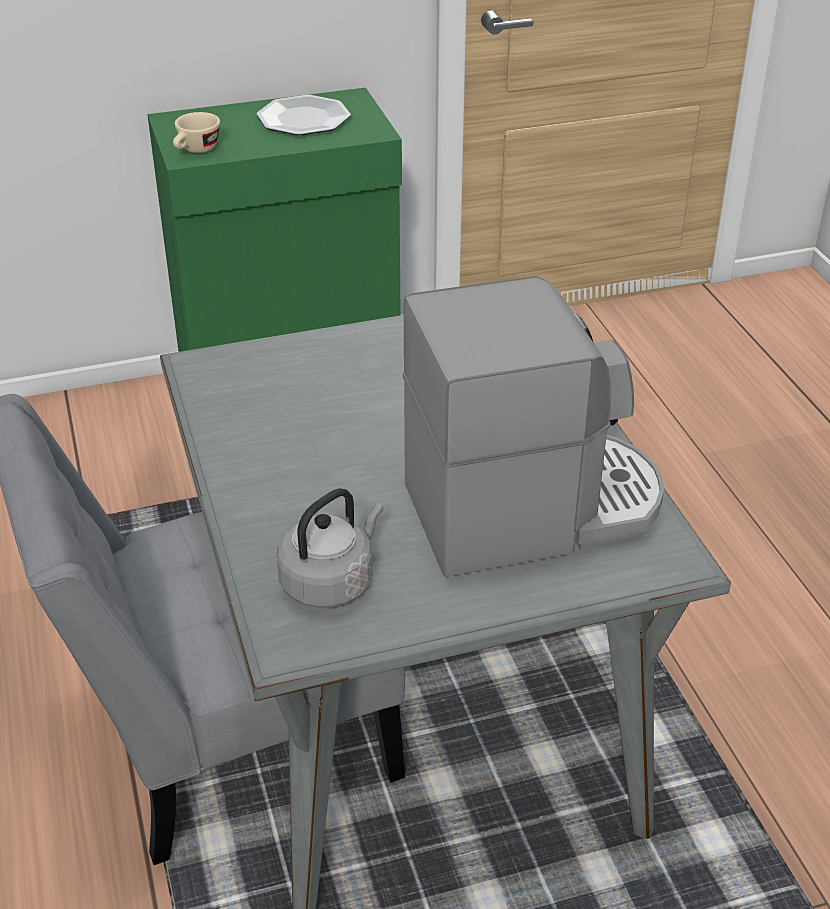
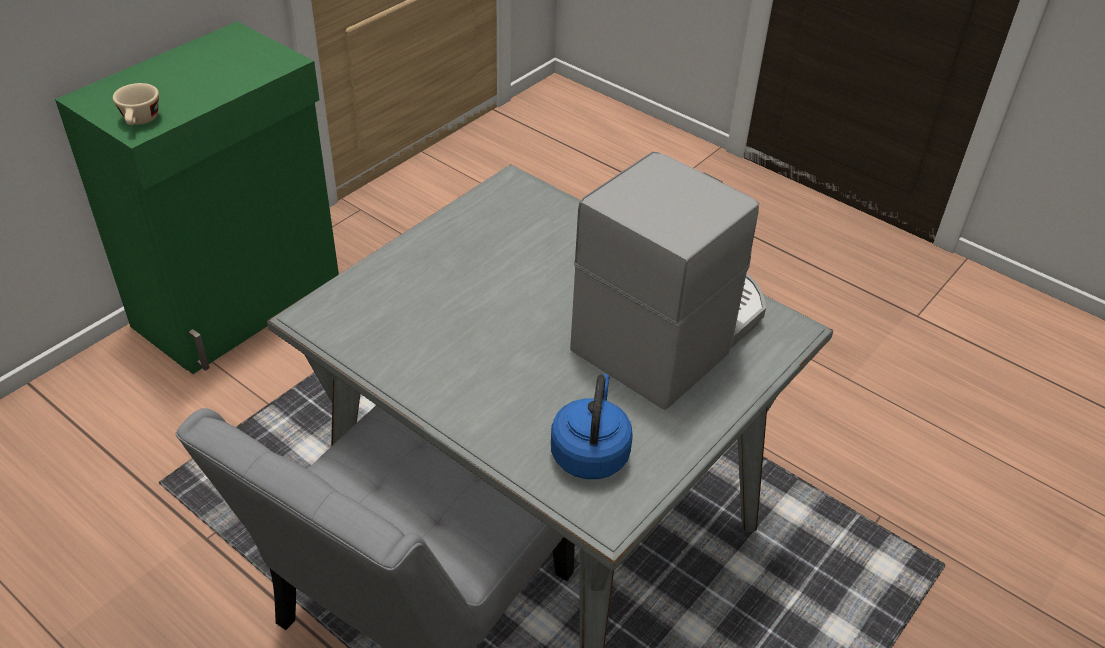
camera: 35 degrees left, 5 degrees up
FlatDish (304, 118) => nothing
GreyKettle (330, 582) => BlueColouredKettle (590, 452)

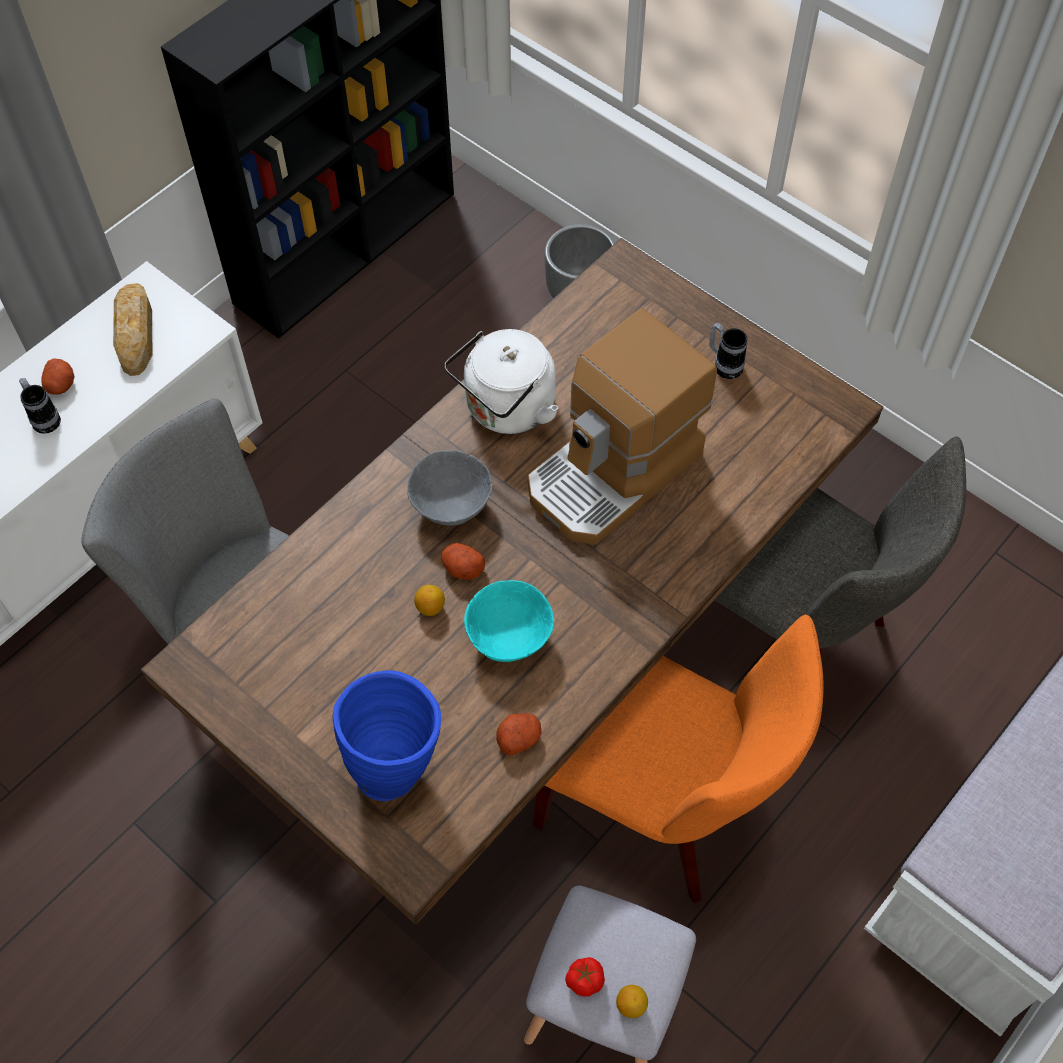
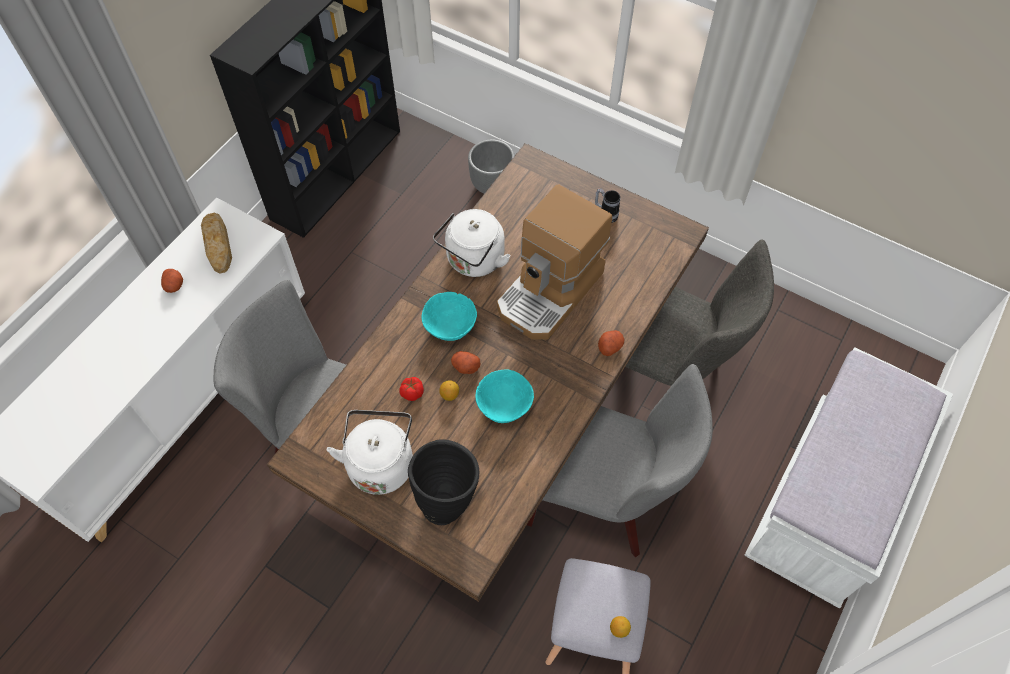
camera: 10 degrees left, 0 degrees up
TeaMug (44, 418) => nothing
GreyBowl (451, 505) => TurquoiseBowl (450, 327)
OrangeyUprightChair (663, 805) => GreyUprightChair (604, 498)
BlueColouredDecorativeVase (396, 763) => BlackishDecorativeVase (447, 499)
Spud (518, 737) => Spud (610, 346), move
Tomato (584, 980) => Tomato (412, 393), move
nothing => WhitishKettle (380, 462)

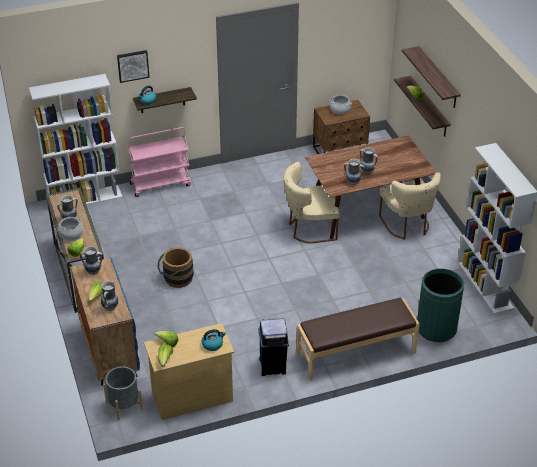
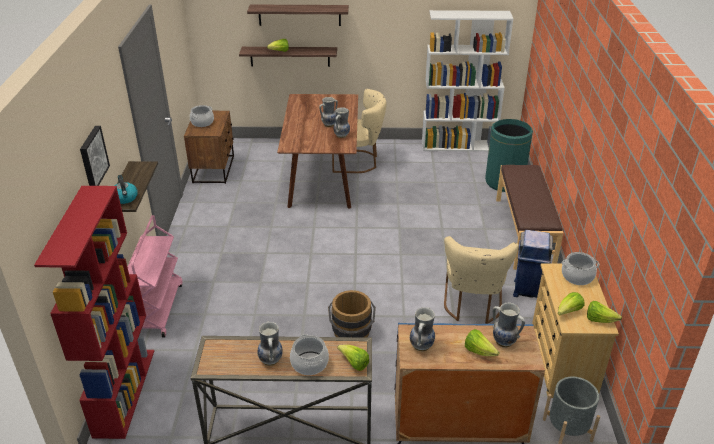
camera: 70 degrees left, 5 degrees down
WhitishBookshelf (85, 198) => RedColouredBookshelf (124, 391)
SandColouredUprightChair (309, 229) => SandColouredUprightChair (472, 305), move
Kettle (212, 344) => CookingPot (577, 276)

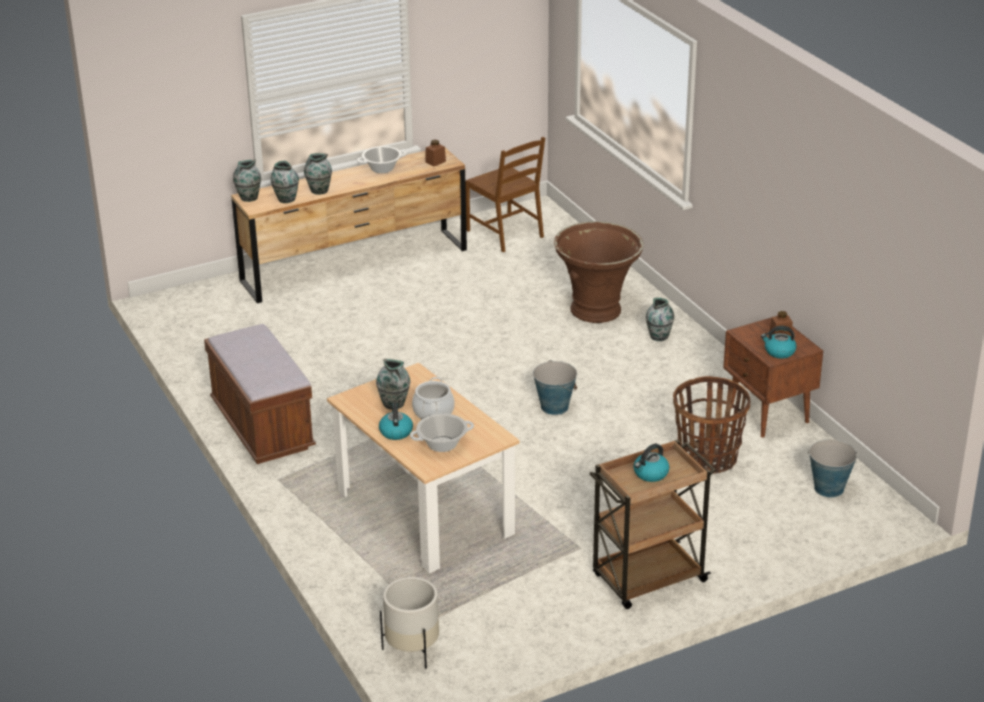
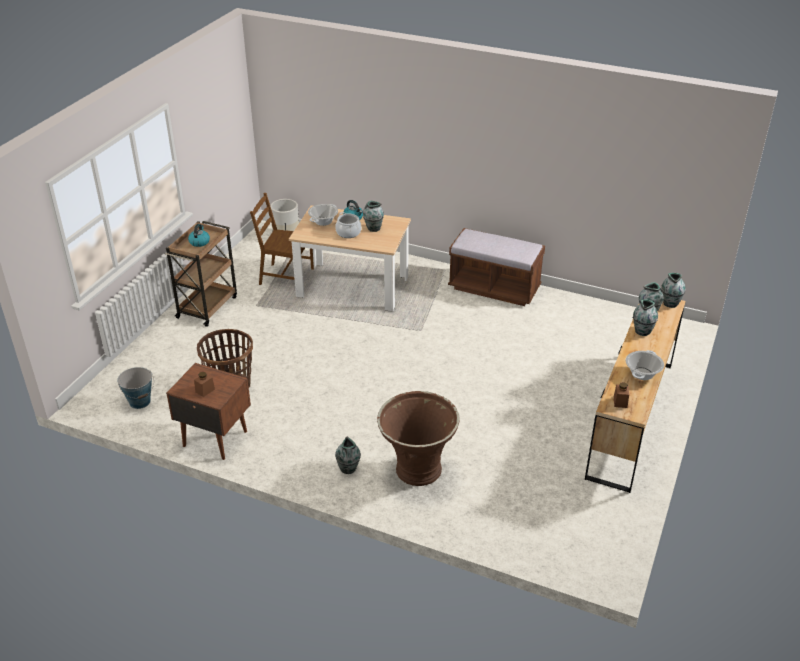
camera: 140 degrees right, 5 degrees up
BrownishUprightChair (506, 233) => BrownishUprightChair (285, 277), move
Kettle (779, 352) => nothing
Bucket (554, 407) => nothing

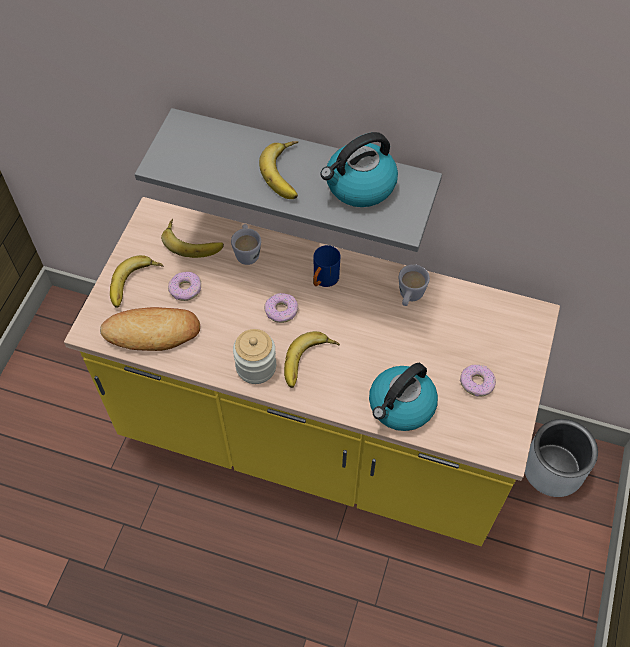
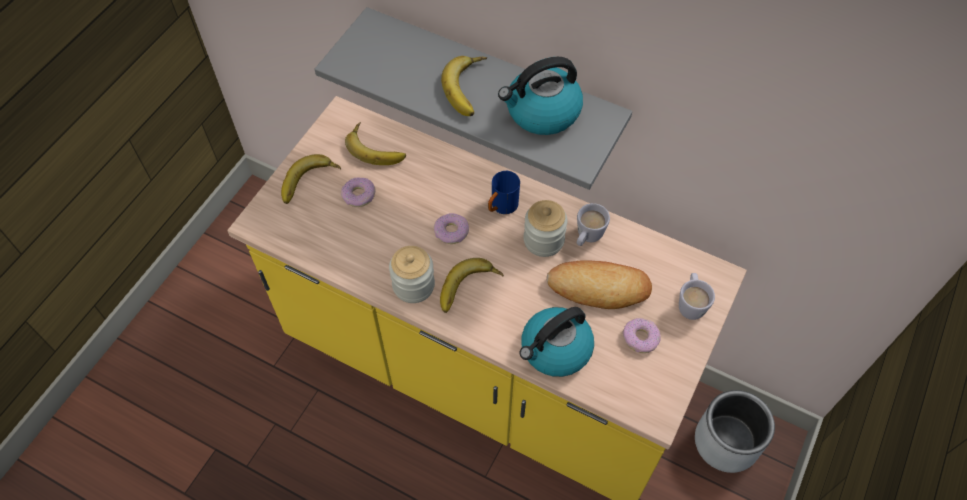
camera: 10 degrees right, 0 degrees up
WhitishTeaMug (247, 252) => WhitishTeaMug (690, 303), move
BakedBread (152, 332) => BakedBread (599, 287), move
nothing => Jar (543, 240)

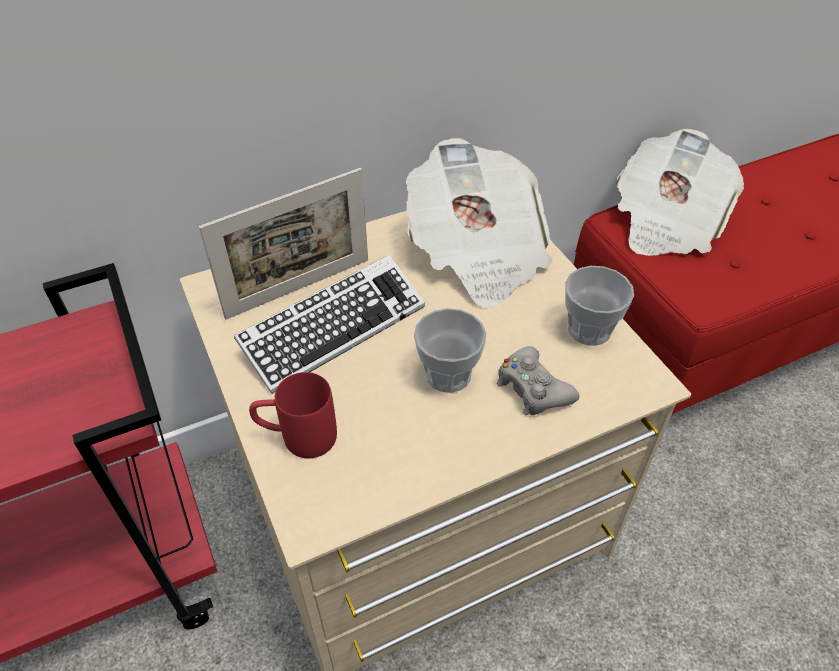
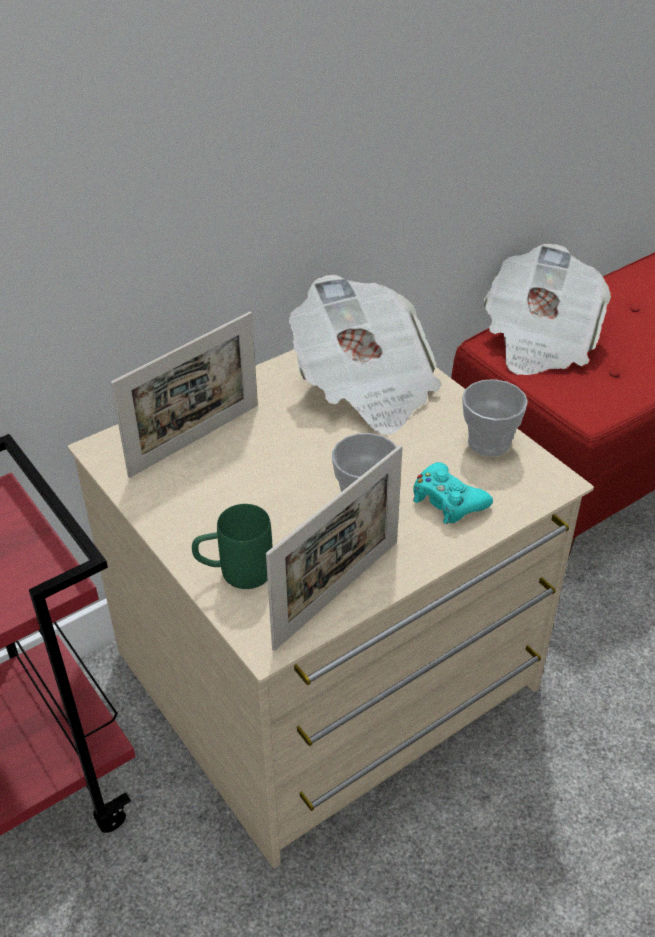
camera: 10 degrees left, 5 degrees down
Keyboard (333, 329) => nothing
GreyGamepad (533, 389) => TurquoiseGamepad (448, 501)
RedColouredTeaMug (297, 437) => GreenColouredTeaMug (234, 572)
nothing => PictureFrame (337, 593)

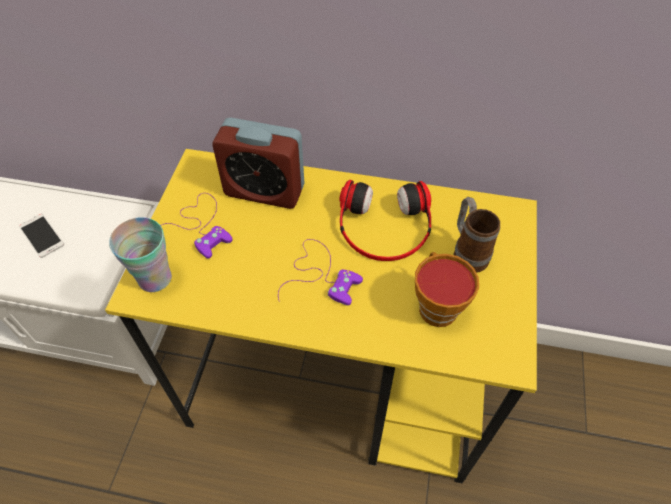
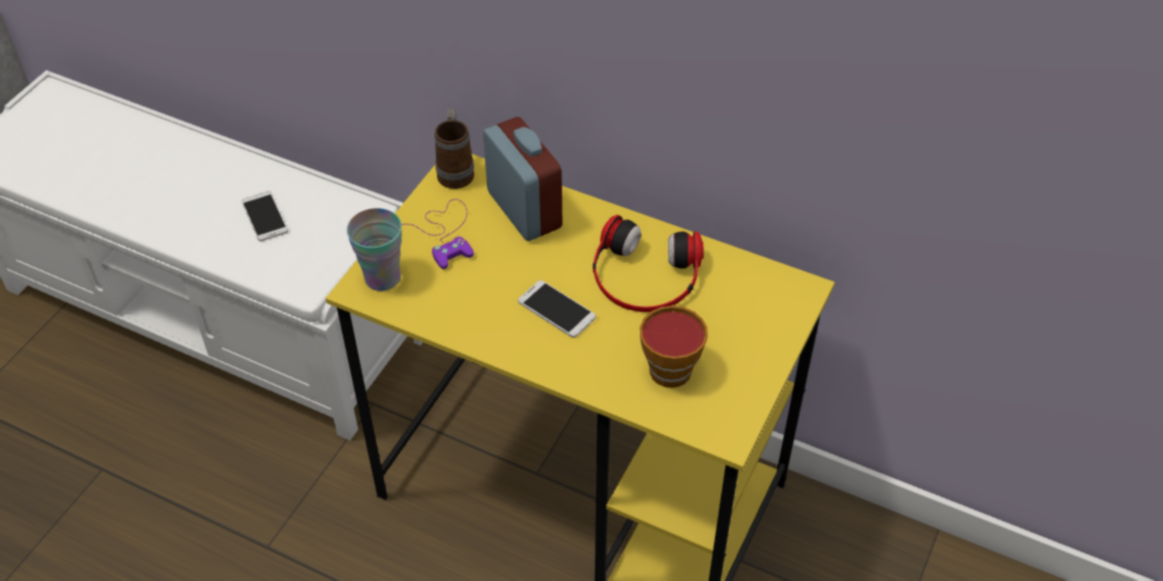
camera: 15 degrees right, 5 degrees down
TableClock (264, 190) => TableClock (524, 210), 150 degrees counterclockwise
TeaMug (467, 252) => TeaMug (456, 171), move
PurplishGamepad (320, 274) => Handset (556, 309)

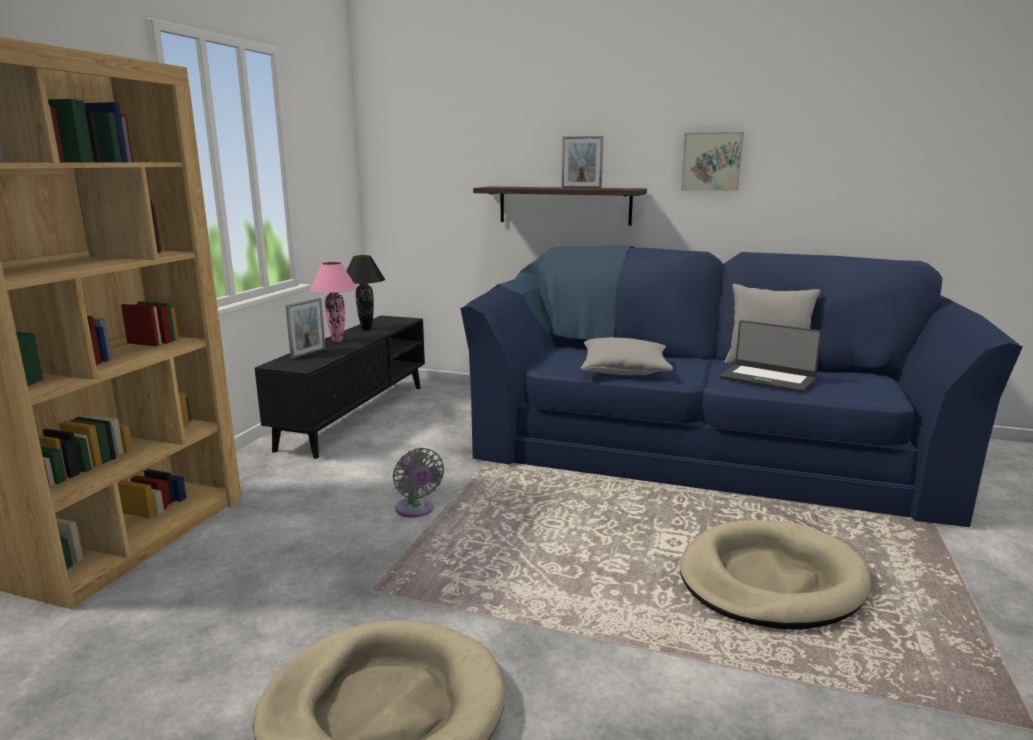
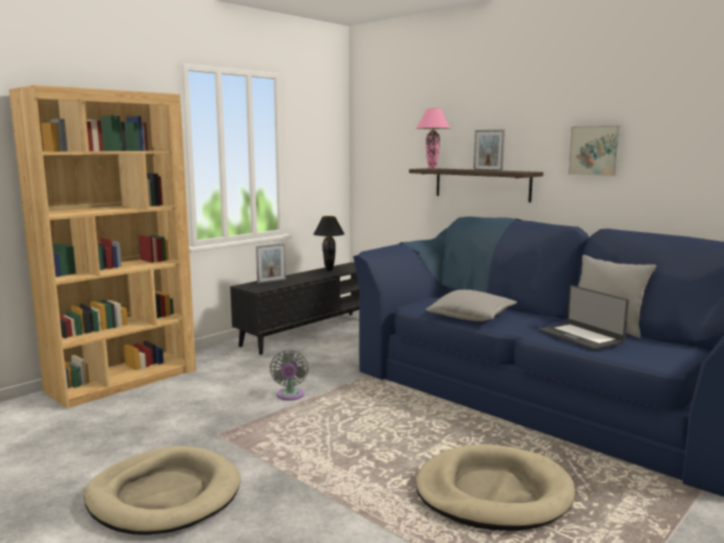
camera: 25 degrees right, 5 degrees down
PinkishLampForATable (337, 340) => PinkishLampForATable (432, 169), move

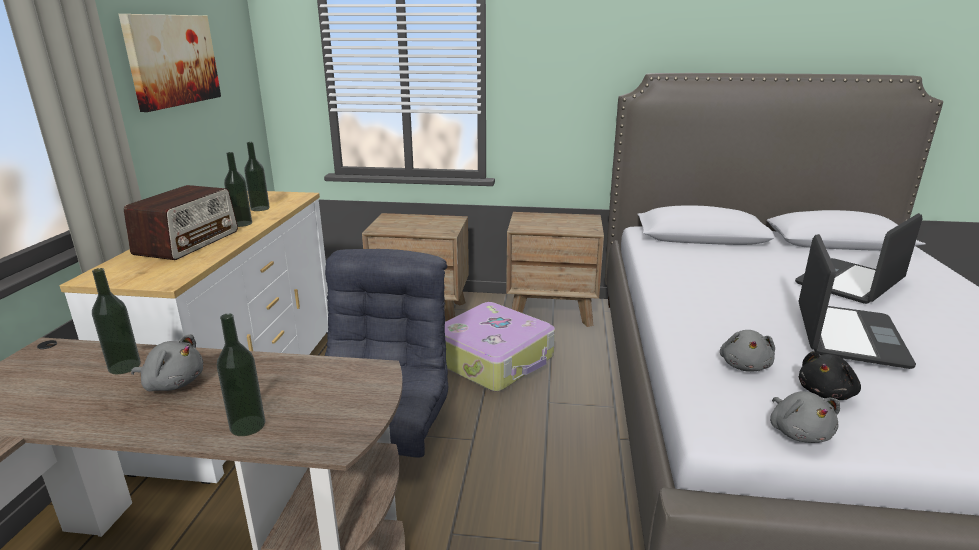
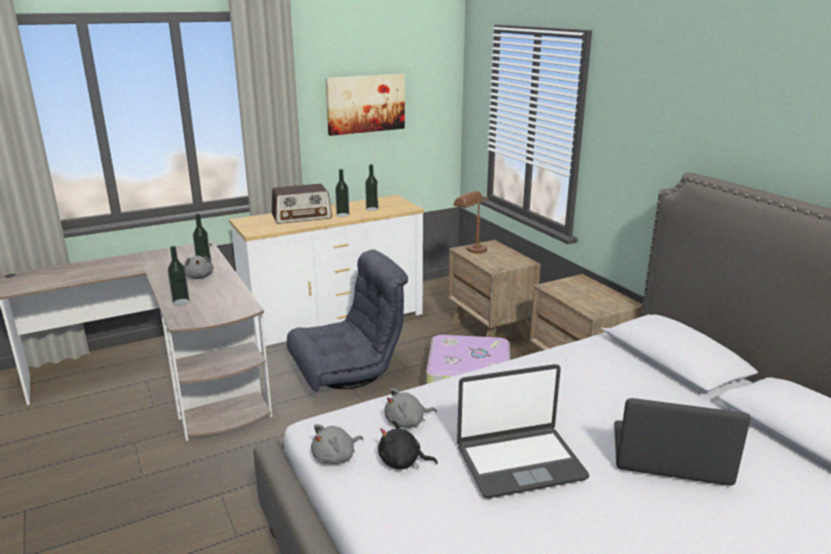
camera: 55 degrees right, 0 degrees up
nothing => BrownishLampForATable (470, 248)

